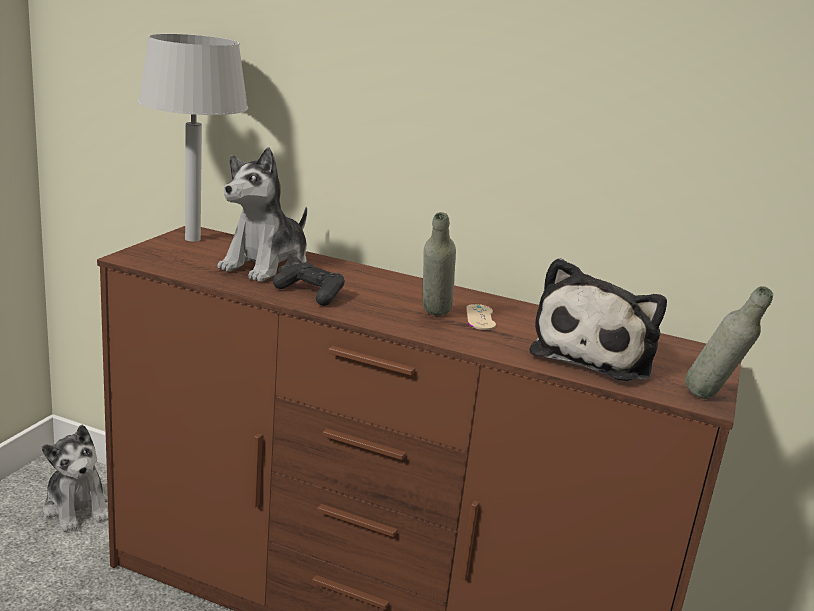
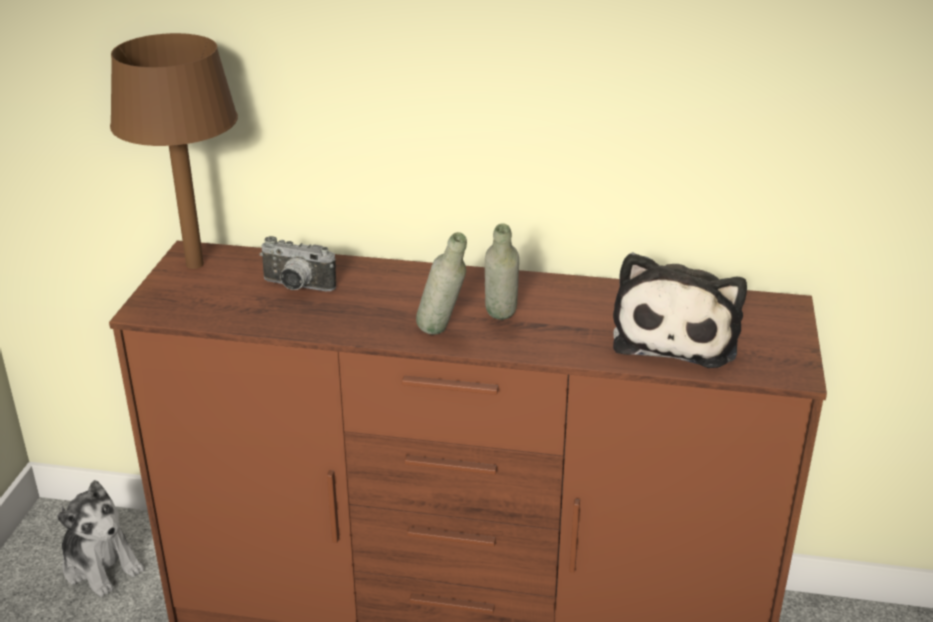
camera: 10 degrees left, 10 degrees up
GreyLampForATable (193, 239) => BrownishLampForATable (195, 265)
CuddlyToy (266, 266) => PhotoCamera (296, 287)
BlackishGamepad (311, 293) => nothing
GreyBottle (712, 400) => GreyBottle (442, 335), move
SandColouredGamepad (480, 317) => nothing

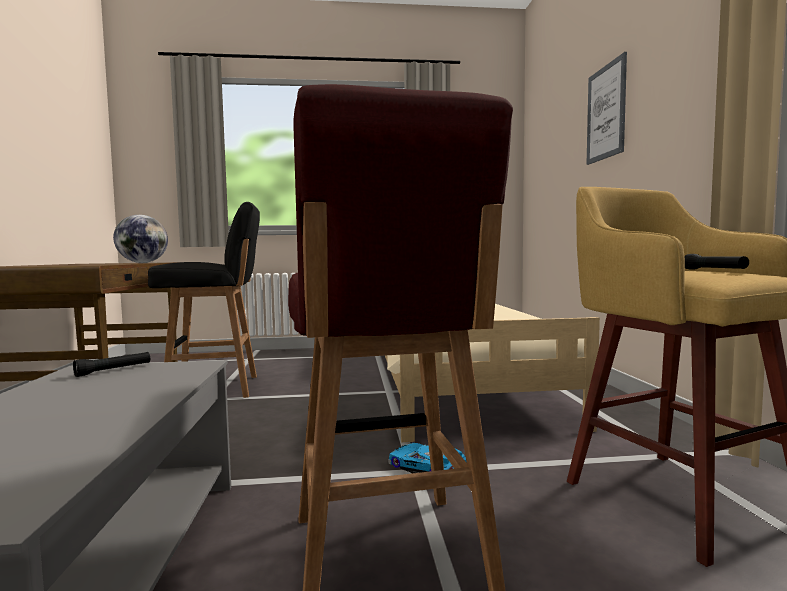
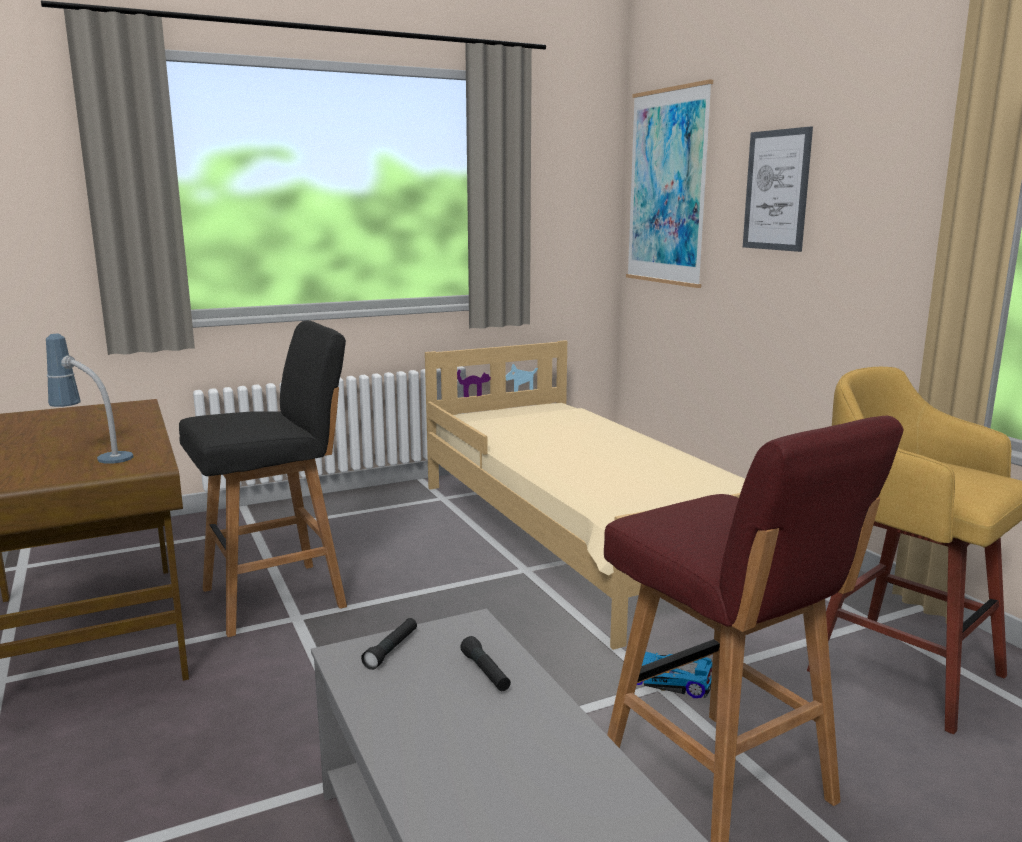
camera: 20 degrees left, 10 degrees up
DeskGlobe (142, 262) => nothing
BlackishTorch (714, 270) => BlackishTorch (485, 672), move
nothing => WallArt (667, 187)
nothing => LampForATable (94, 457)

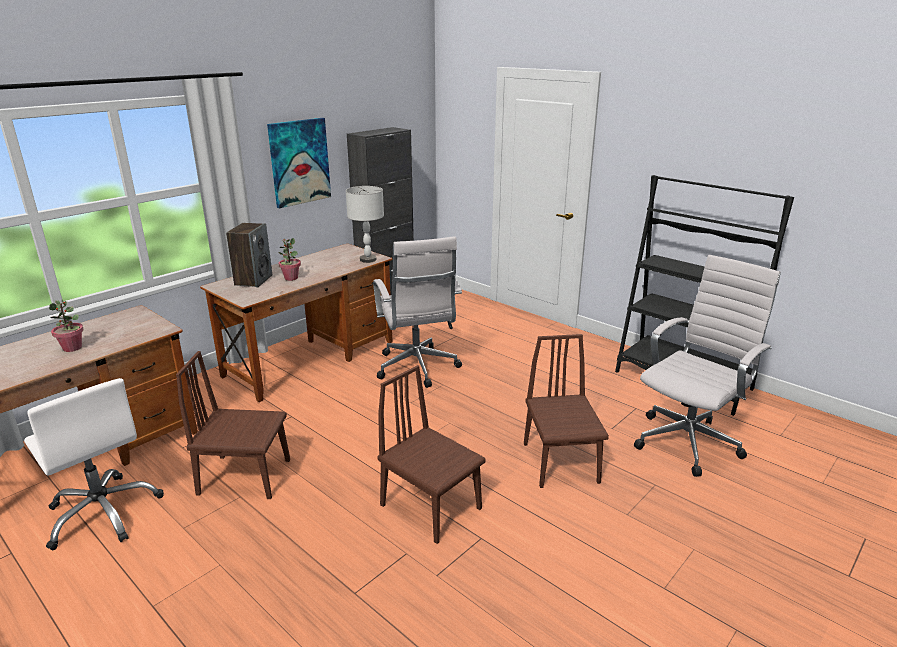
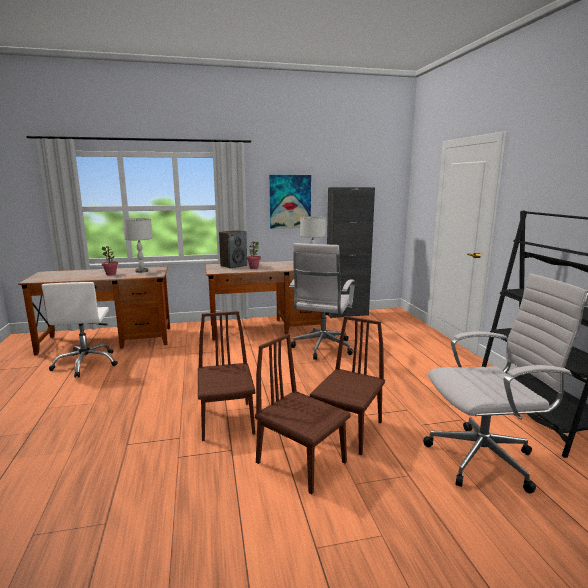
camera: 35 degrees right, 10 degrees down
BrownishUprightChair (245, 477) => BrownishUprightChair (301, 462), move
nothing => GreyLampForATable (141, 271)

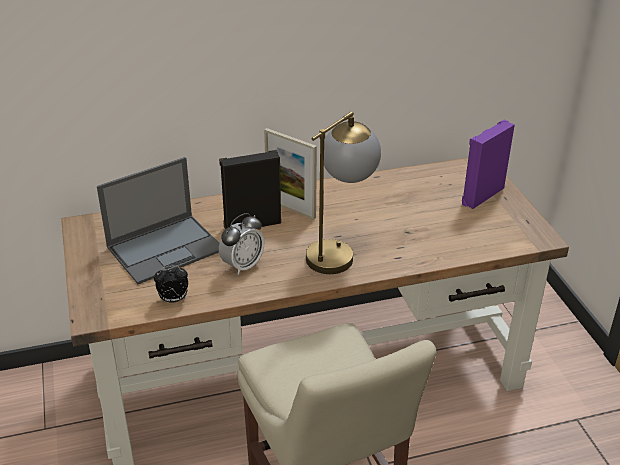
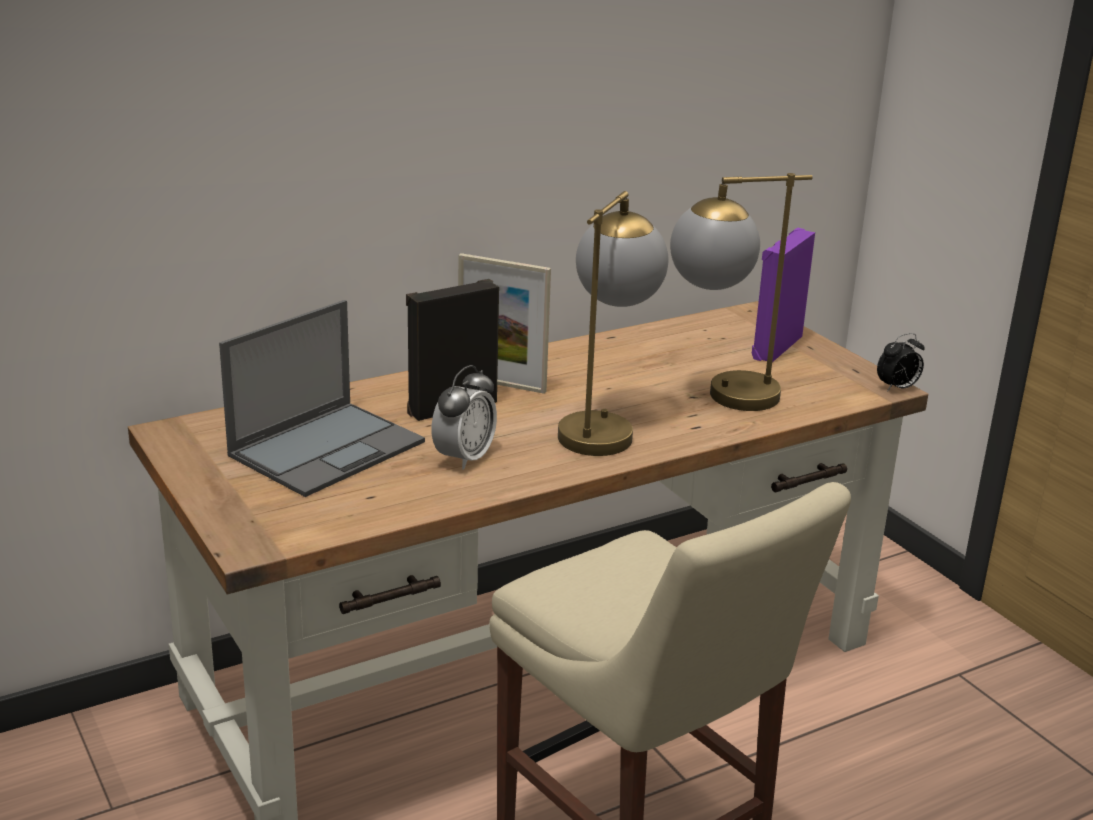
camera: 15 degrees left, 10 degrees down
TableClock (173, 300) => TableClock (897, 388), move
nothing => LampForATable (719, 398)

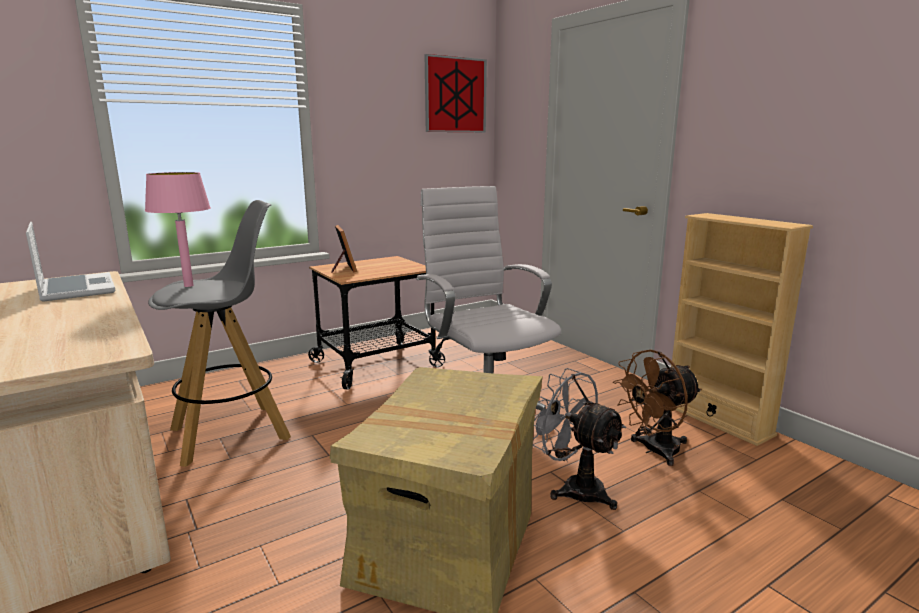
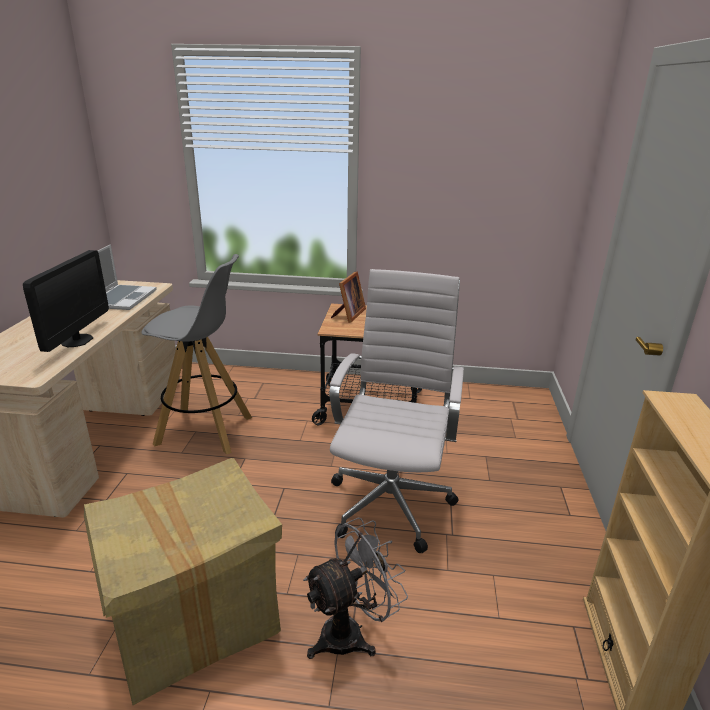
camera: 40 degrees right, 10 degrees up
WallArt (455, 95) => nothing
PinkishLampForATable (188, 286) => nothing
BrownishElectricFan (654, 451) => nothing
GreyElectricFan (574, 488) => GreyElectricFan (351, 632), 60 degrees clockwise
nothing => ComputerDisplay (77, 340)

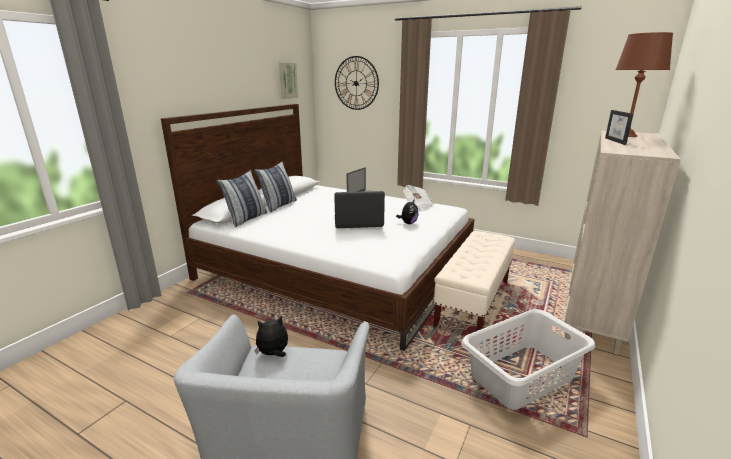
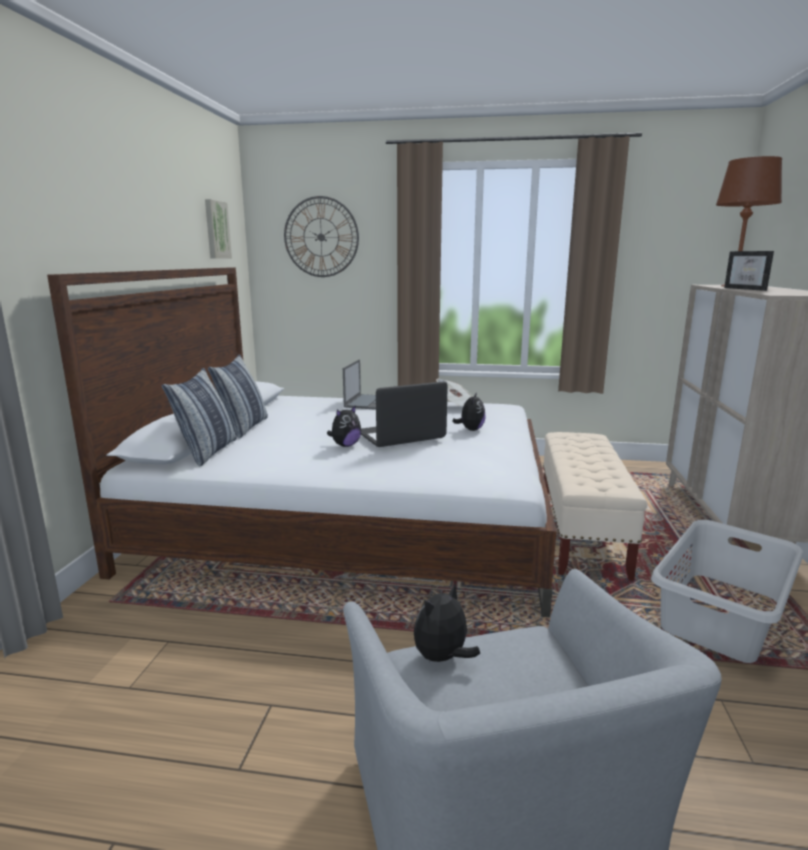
camera: 20 degrees left, 5 degrees down
nothing => CuddlyToy (345, 445)

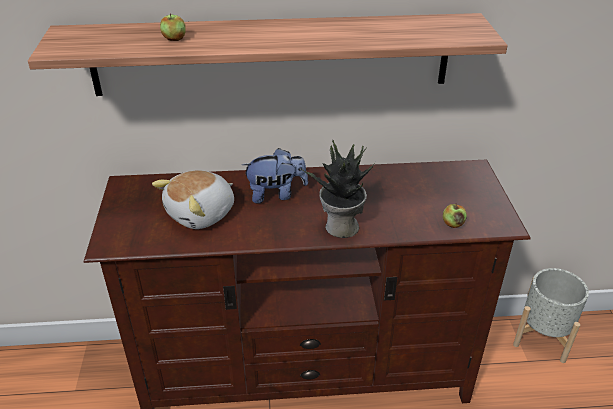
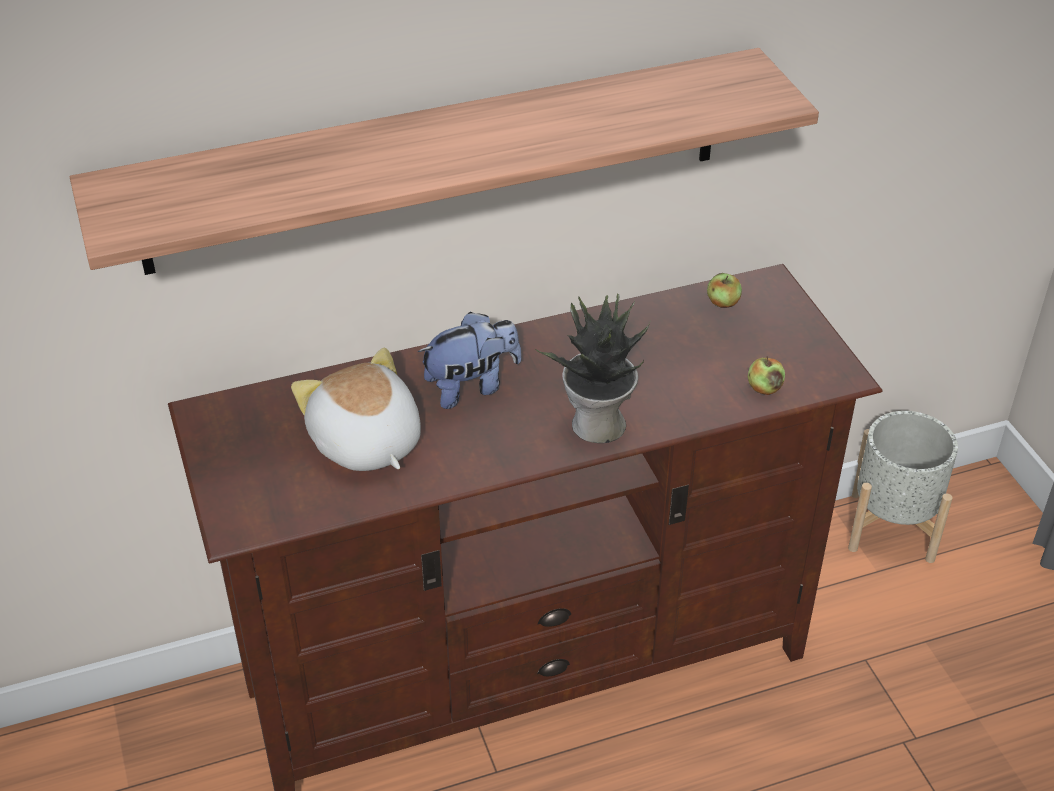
camera: 15 degrees left, 5 degrees up
AppleFruit (174, 39) => AppleFruit (722, 302), move
CuddlyToy (202, 214) => CuddlyToy (365, 443), 120 degrees clockwise

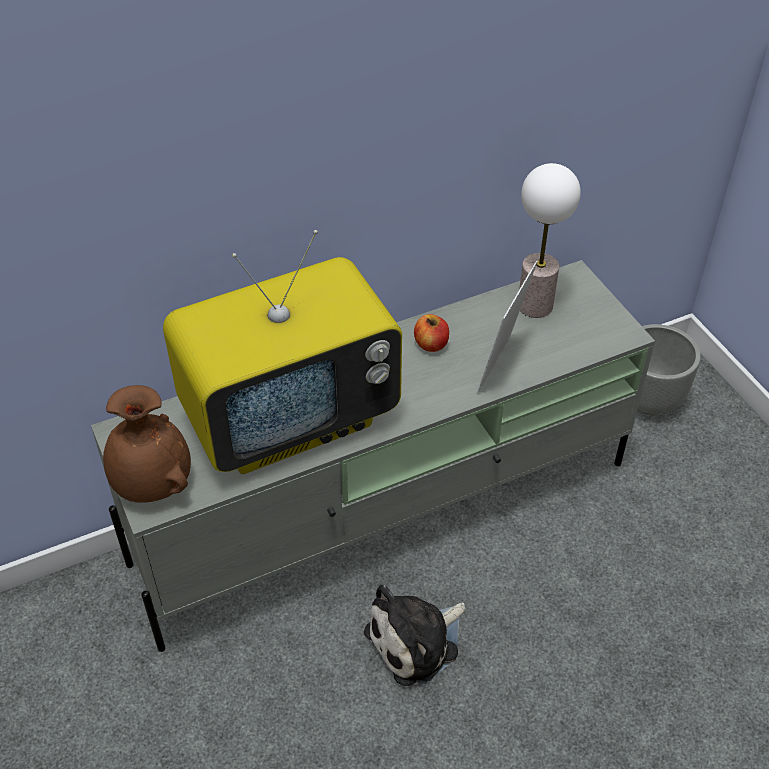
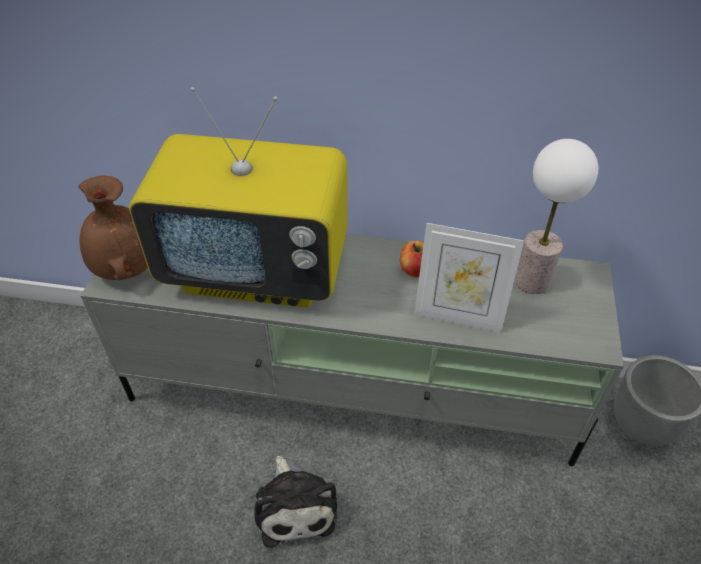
camera: 35 degrees right, 0 degrees up
PictureFrame (502, 366) => PictureFrame (458, 316), 135 degrees counterclockwise
CuddlyToy (417, 641) => CuddlyToy (295, 505), 105 degrees counterclockwise

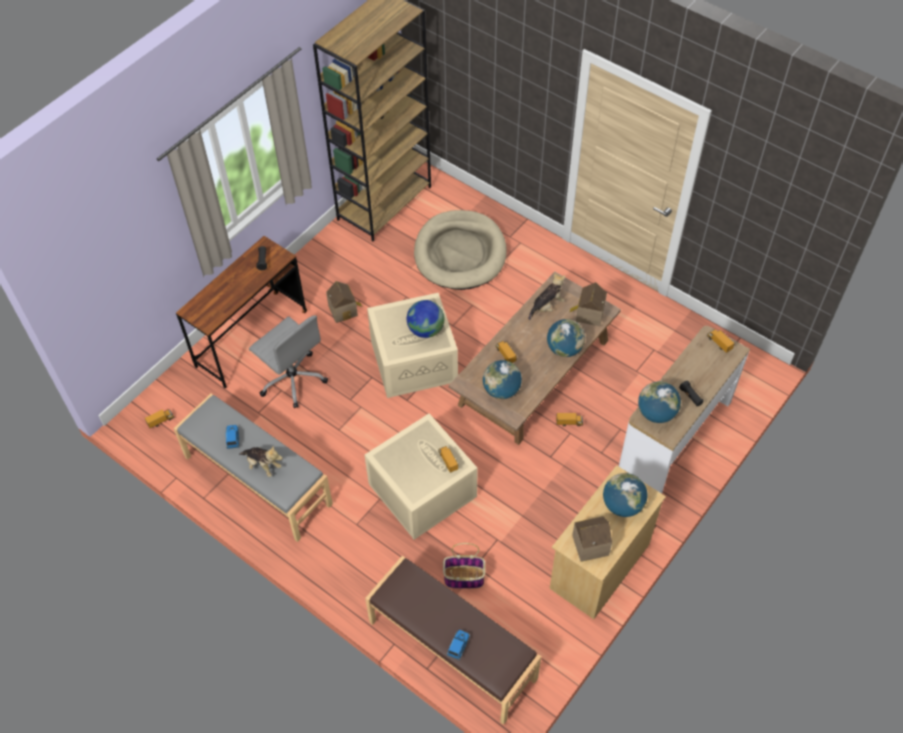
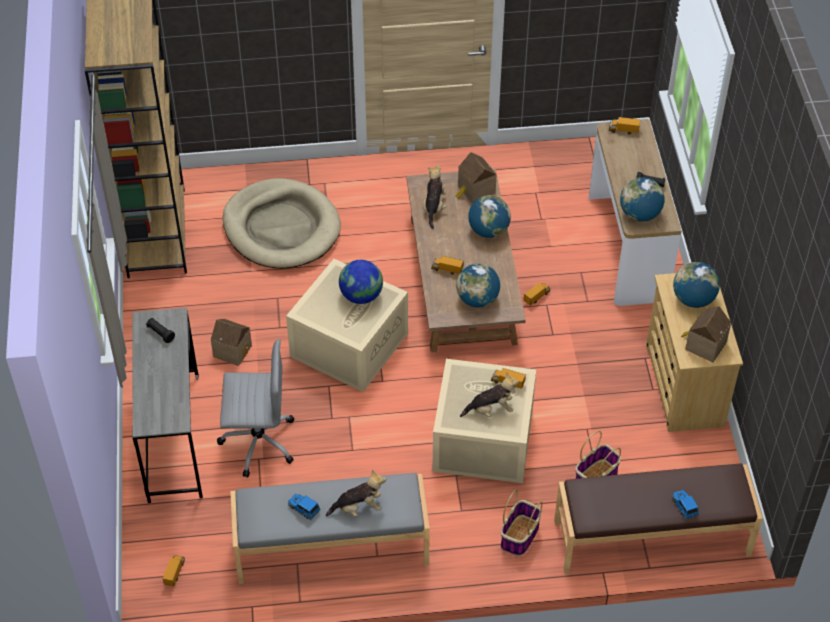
camera: 45 degrees left, 5 degrees down
BrownishDeskUnit (251, 338) => GreyDeskUnit (173, 437)
nothing => CuddlyToy (491, 410)
nothing => StorageBasket (519, 536)

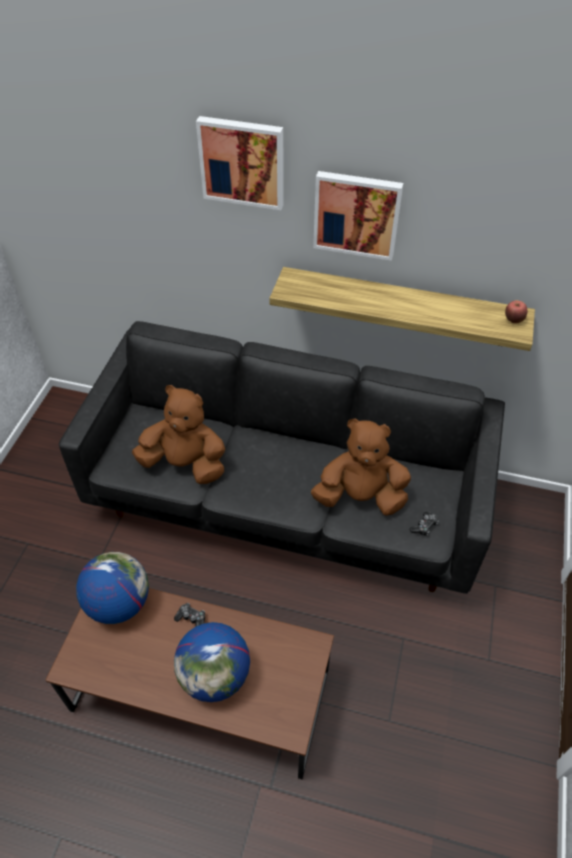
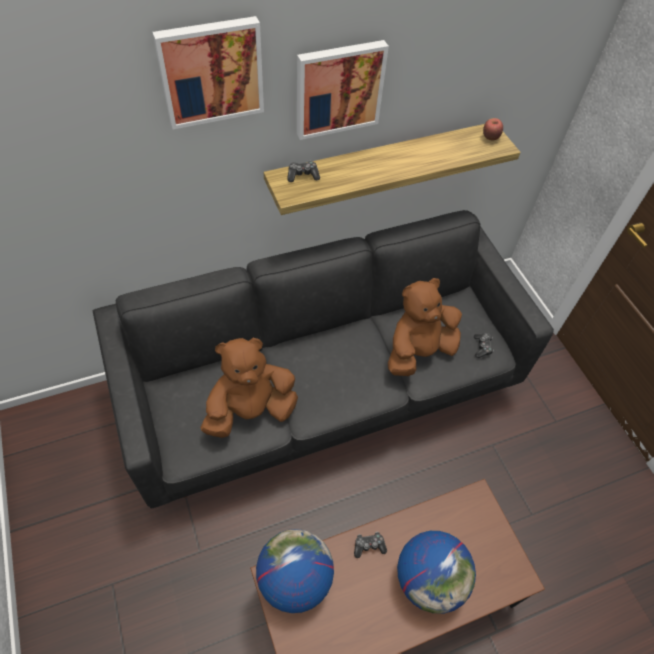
camera: 40 degrees left, 5 degrees up
nothing => Gamepad (302, 175)

